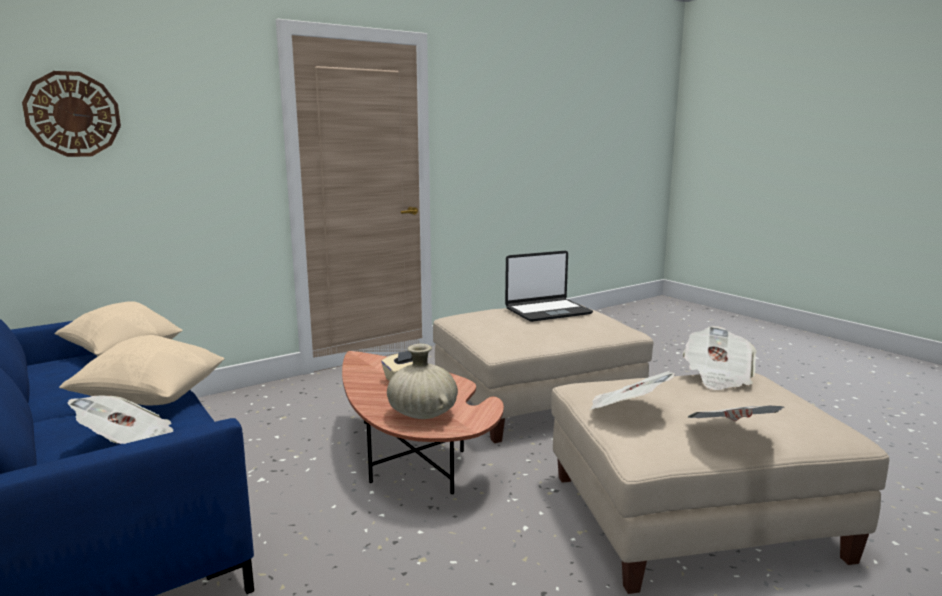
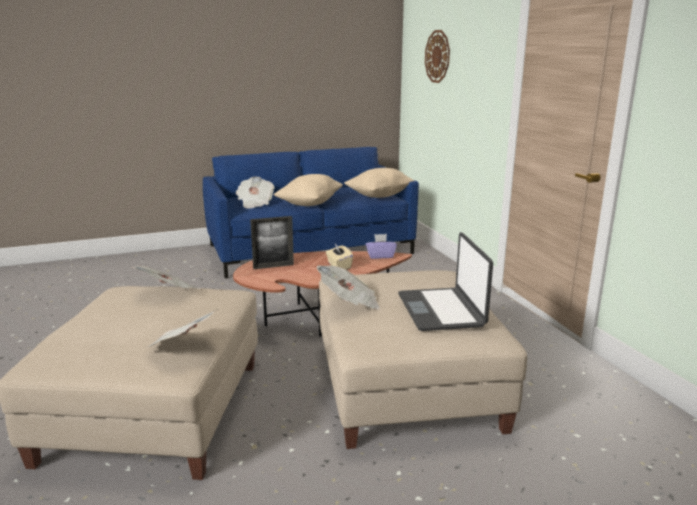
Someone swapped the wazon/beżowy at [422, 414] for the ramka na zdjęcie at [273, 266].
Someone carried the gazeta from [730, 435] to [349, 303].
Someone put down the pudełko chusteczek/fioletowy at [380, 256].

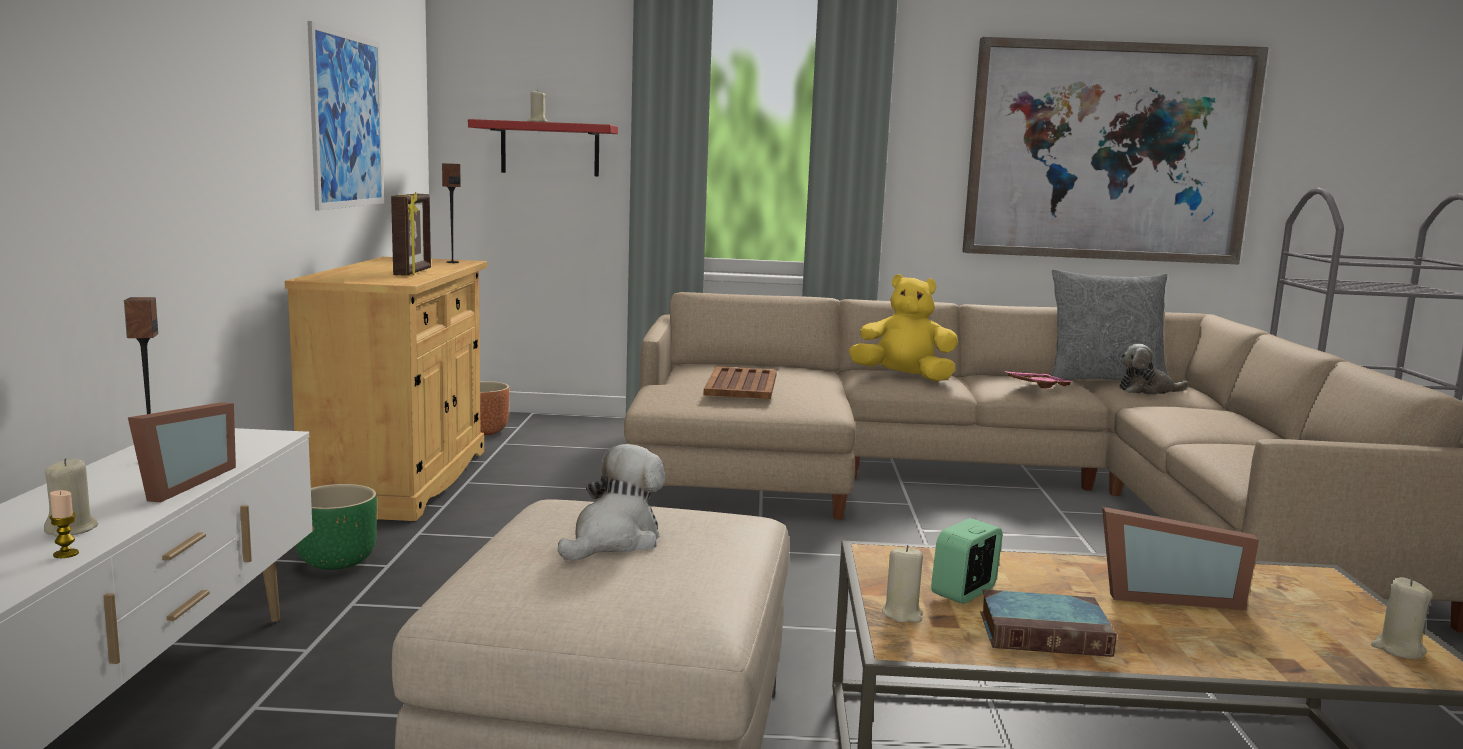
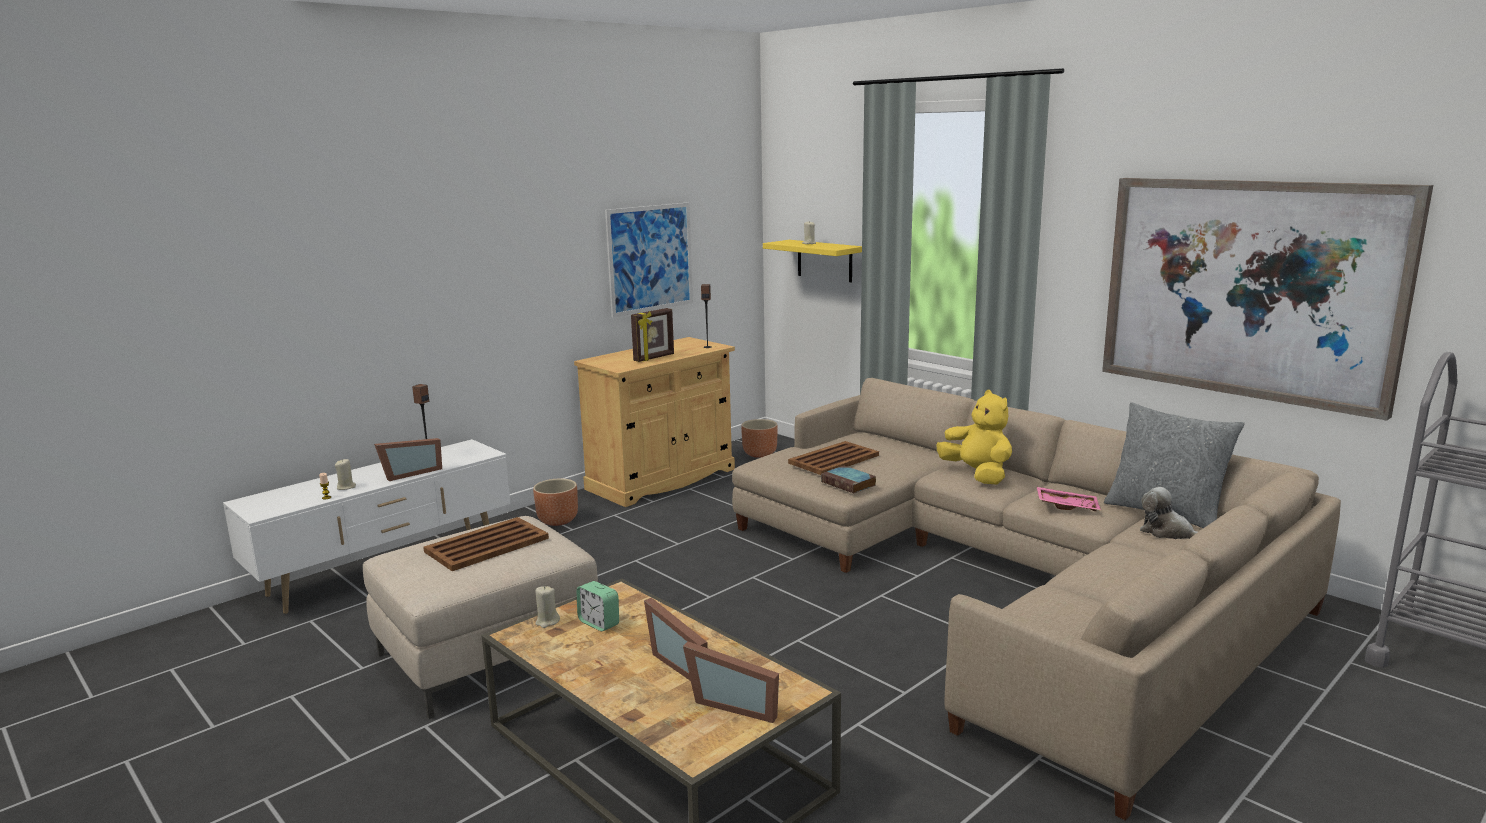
Someone repainted the donica/zielony at [337, 561], which became the donica/brązowy at [558, 520].
Someone repainted the półka/czerwony at [550, 149], which became the półka/żółty at [824, 260].
Someone swapped the pluszak at [614, 541] for the taca/brązowy at [486, 545].
Someone rotated the budzik at [964, 592] by 135 degrees counterclockwise.
Someone carried the książka from [1046, 633] to [849, 483].
Someone took away the świeca/beżowy at [1398, 649].
Someone put down the ramka na zdjęcie at [735, 704].

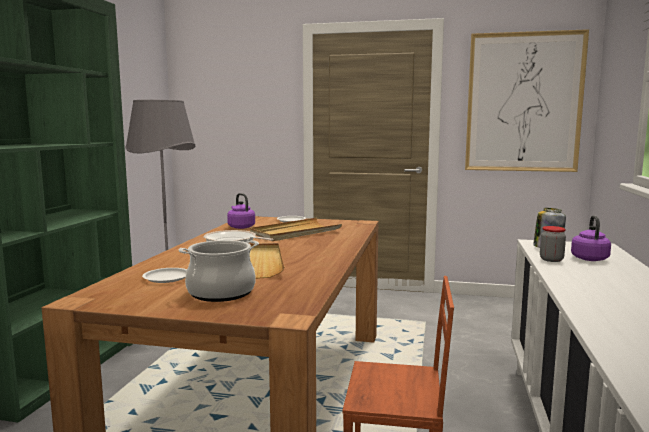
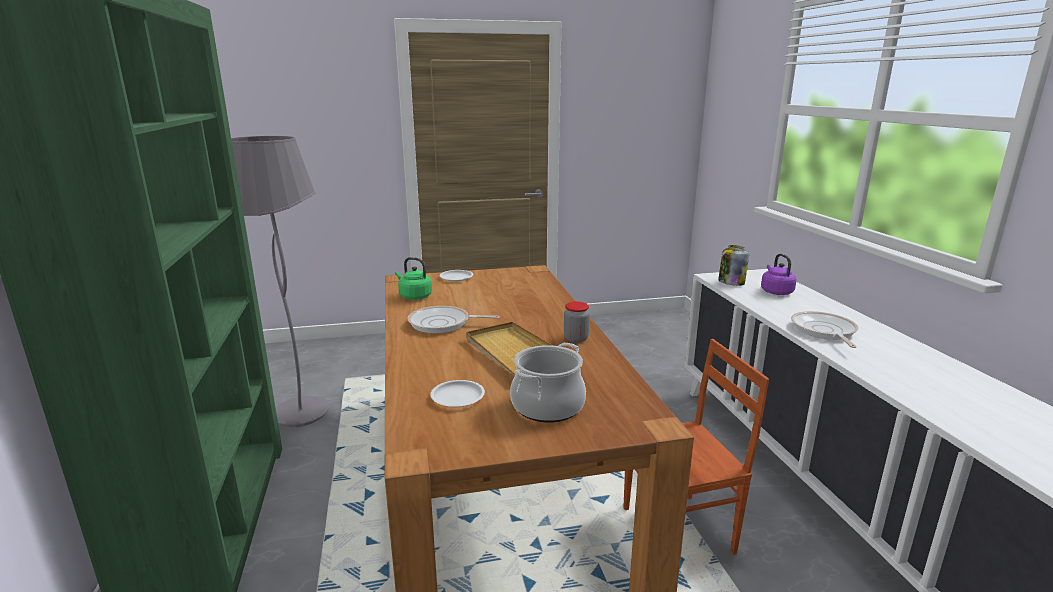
Someone repainted the czajnik/fioletowy at [240, 227], which became the czajnik/zielony at [414, 296].
Someone took away the taca/beżowy at [295, 233].
Someone took away the obraz at [523, 102].
Someone carried the słoik from [551, 259] to [576, 339].
Someone put down the patelnia at [824, 331].

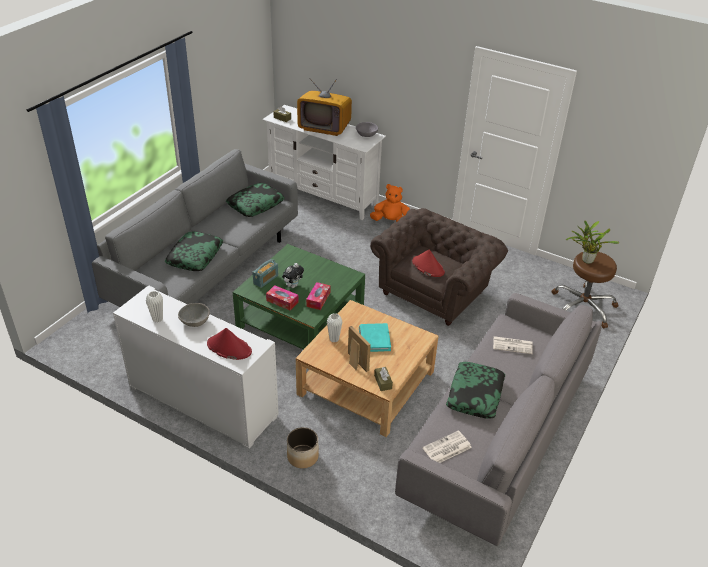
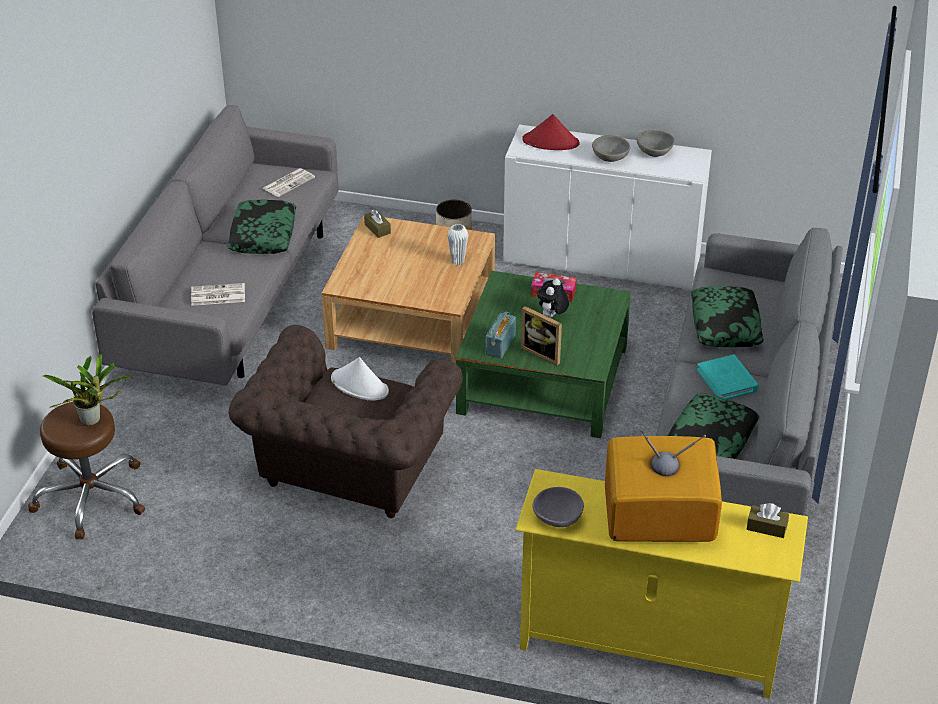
Someone swapped the wazon/biały at [157, 319] for the miska/szary at [654, 152].
Someone carried the radio from [266, 279] to [500, 345].
Someone repainted the szafka pod telewizor/biały at [323, 195], which became the szafka pod telewizor/żółty at [648, 646].
Someone took away the pudełko chusteczek at [318, 299].
Someone carried the ramka na zdjęcie from [355, 363] to [543, 352].
Someone carried the książka/turkusowy from [374, 339] to [727, 380].
Someone took away the pluszak/pomarańczowy at [390, 221].
Someone repainted the kapelusz/czerwony at [428, 267], which became the kapelusz/biały at [360, 385].

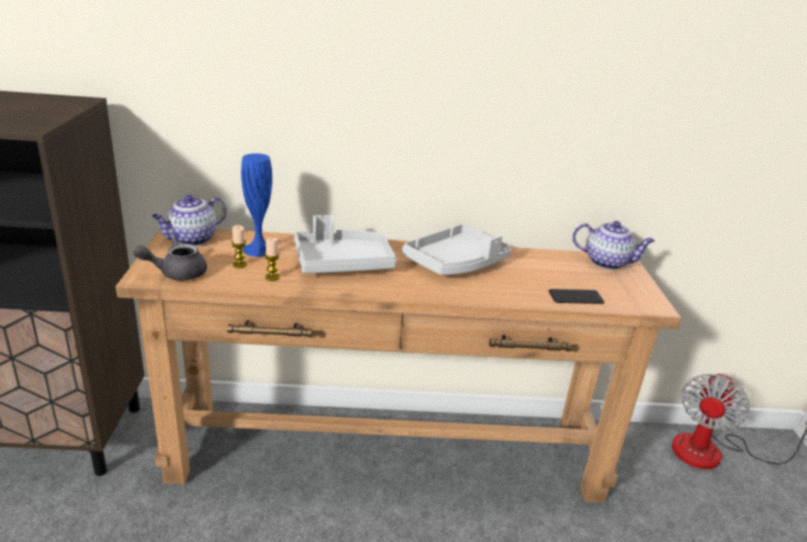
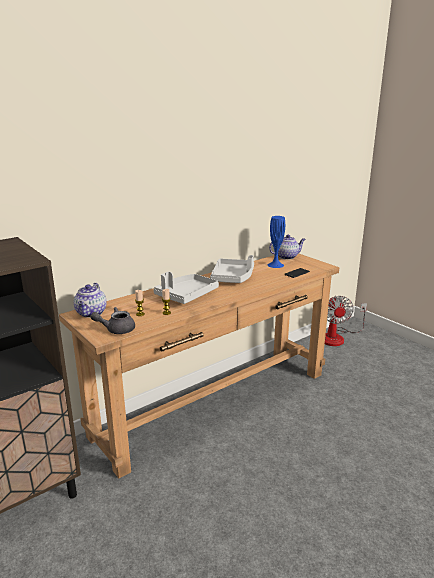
Someone rotated the imbryk/szary at [176, 273] by 45 degrees clockwise.
Someone carried the wazon/niebieski from [259, 249] to [275, 265].

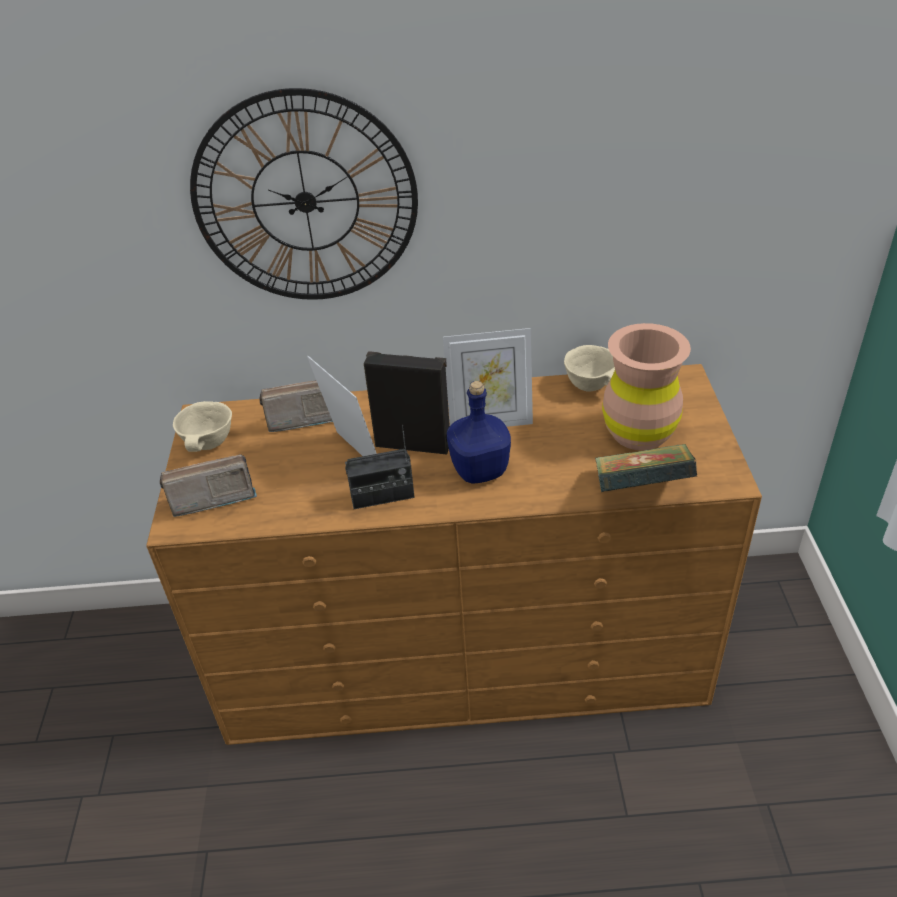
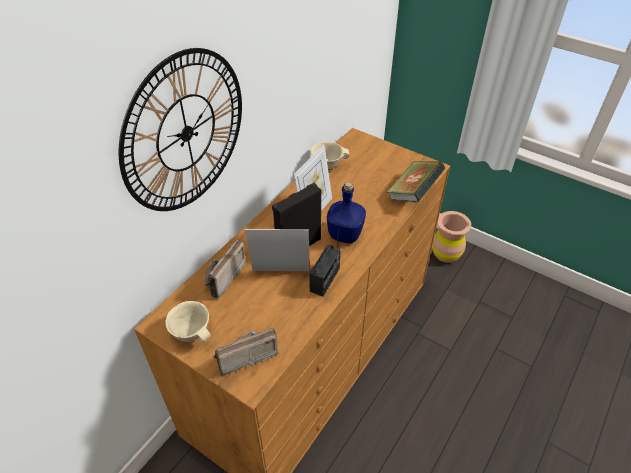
Someone rotated the radio at [210, 497] by 45 degrees clockwise.
Someone carried the wazon/brązowy from [639, 432] to [446, 254].

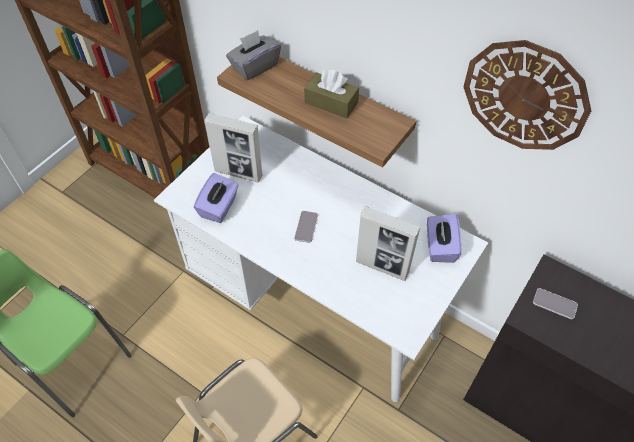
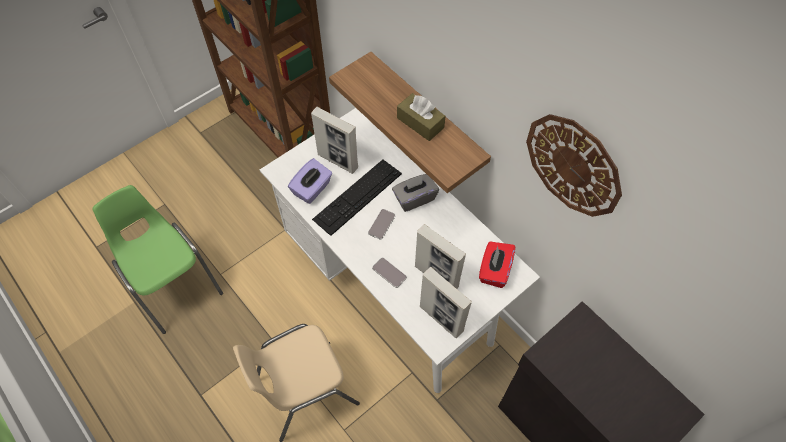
Someone carried the pudełko chusteczek/szary from [255, 67] to [414, 198].
Someone repainted the pudełko chusteczek/fioletowy at [440, 247], which became the pudełko chusteczek/czerwony at [494, 270].
Someone carried the telefon from [554, 304] to [389, 273].
Someone put down the klawiatura at [357, 196].
Someone put down the ramka na zdjęcie at [441, 319].

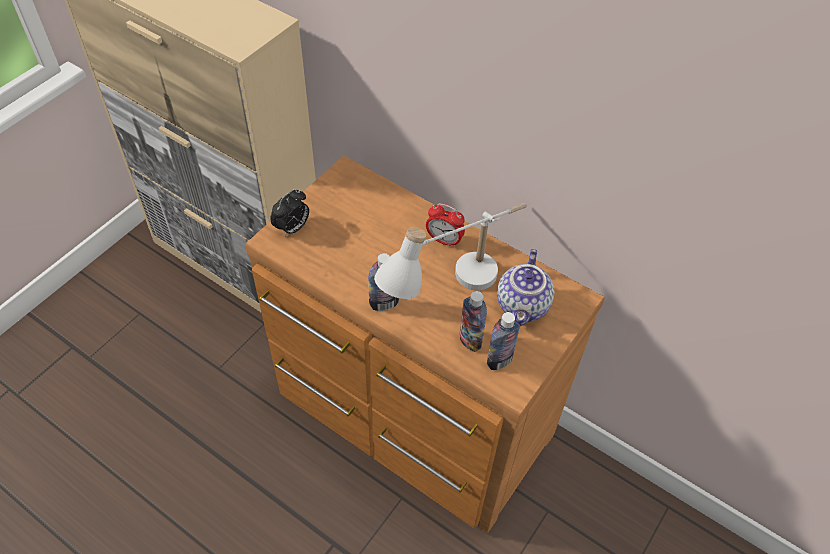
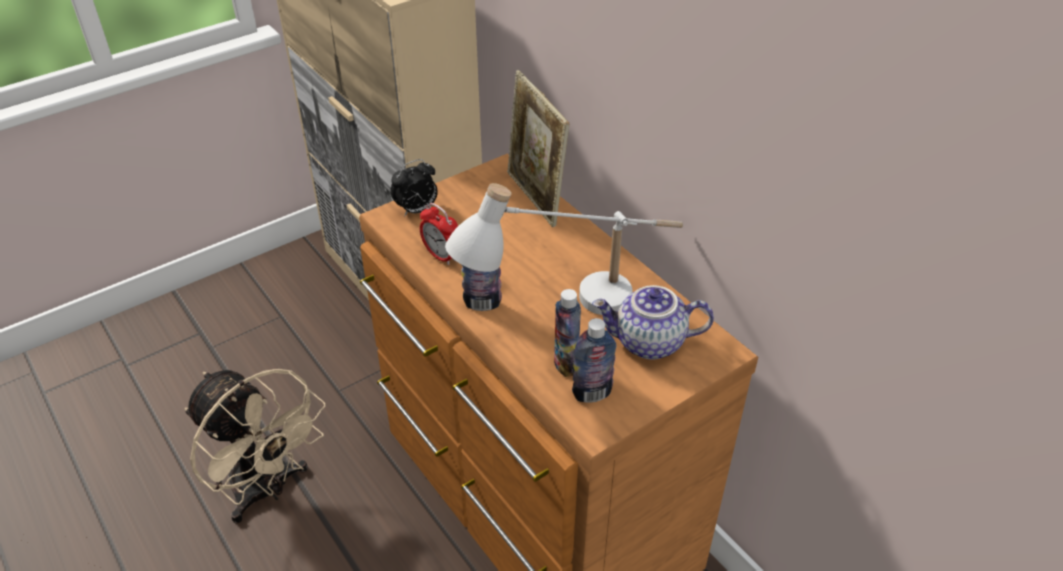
Someone carried the budzik from [444, 240] to [441, 256].
Someone rotated the imbryk at [524, 306] by 60 degrees clockwise.
Someone put down the wentylator/beżowy at [267, 490].
Someone put down the ramka na zdjęcie at [535, 198].

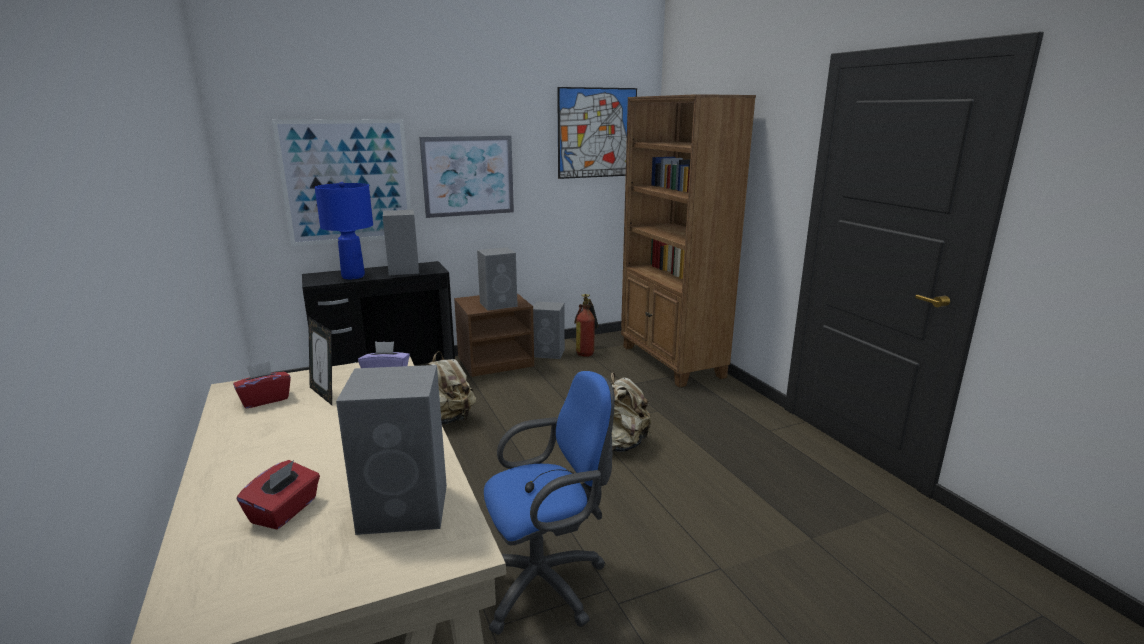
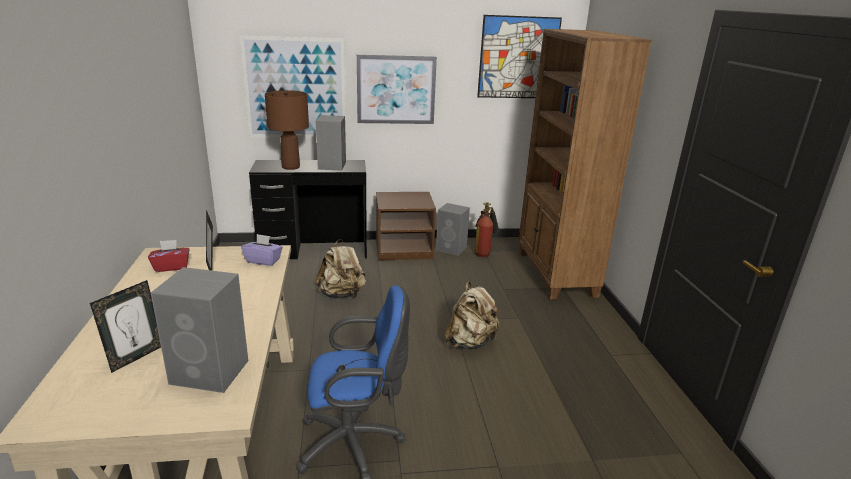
Someone swapped the pudełko chusteczek/czerwony at [285, 511] for the ramka na zdjęcie at [136, 357].
Someone repainted the lampa stołowa/niebieski at [353, 276], which became the lampa stołowa/brązowy at [290, 167].
Someone took away the głośnik/szary at [499, 304].

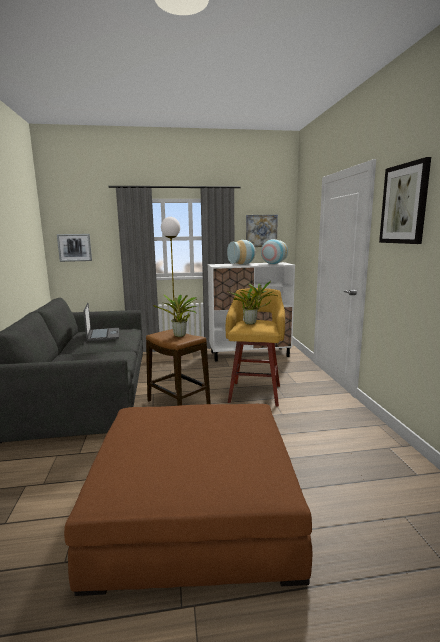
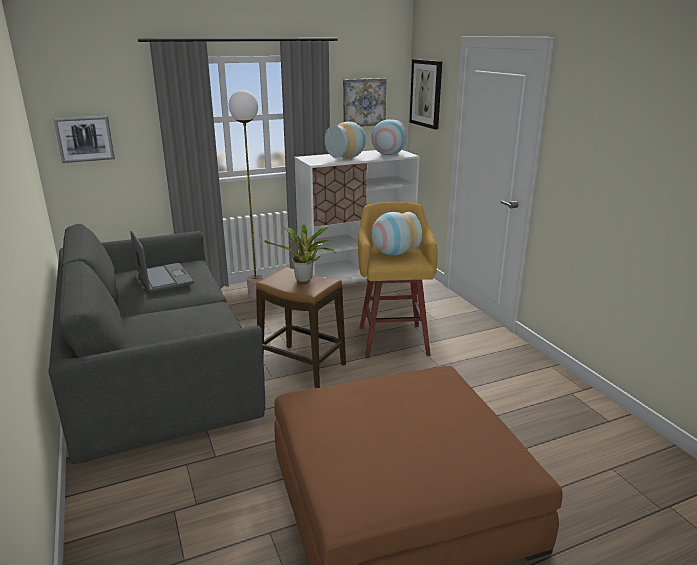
Someone swapped the roślina doniczkowa at [252, 323] for the wazon at [393, 253].
Someone carried the obraz from [404, 204] to [426, 93].

